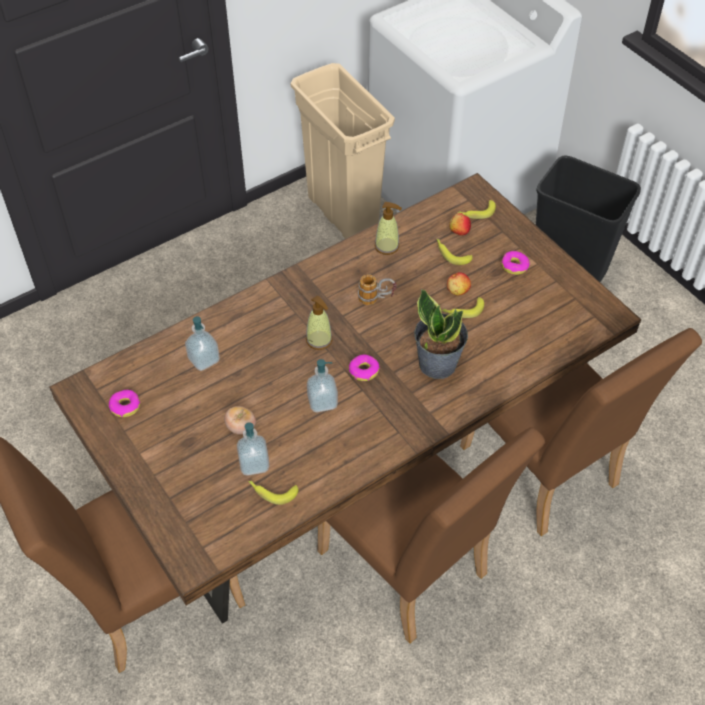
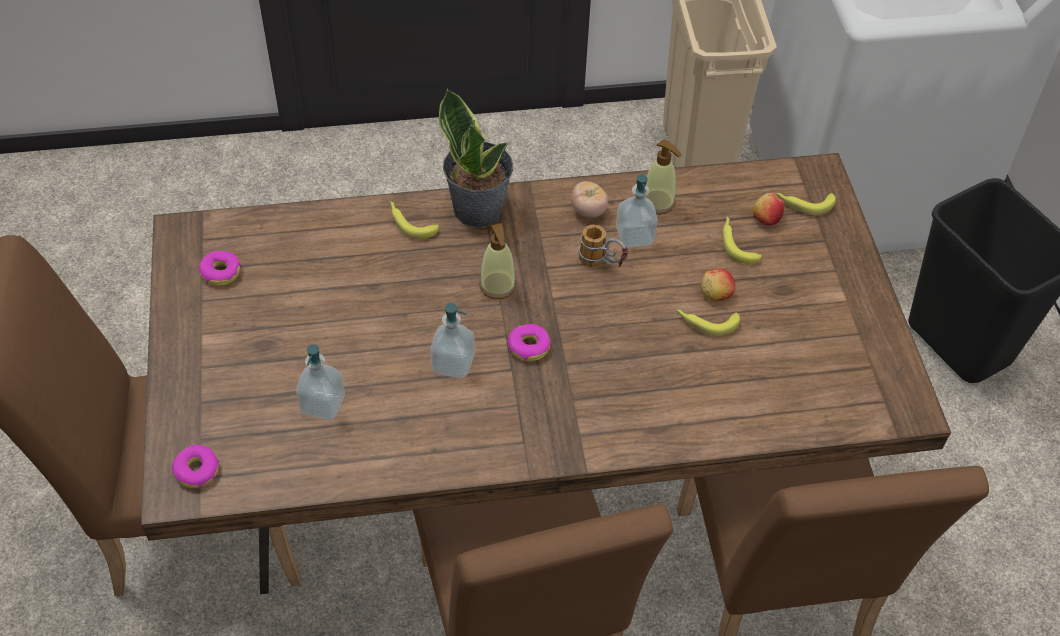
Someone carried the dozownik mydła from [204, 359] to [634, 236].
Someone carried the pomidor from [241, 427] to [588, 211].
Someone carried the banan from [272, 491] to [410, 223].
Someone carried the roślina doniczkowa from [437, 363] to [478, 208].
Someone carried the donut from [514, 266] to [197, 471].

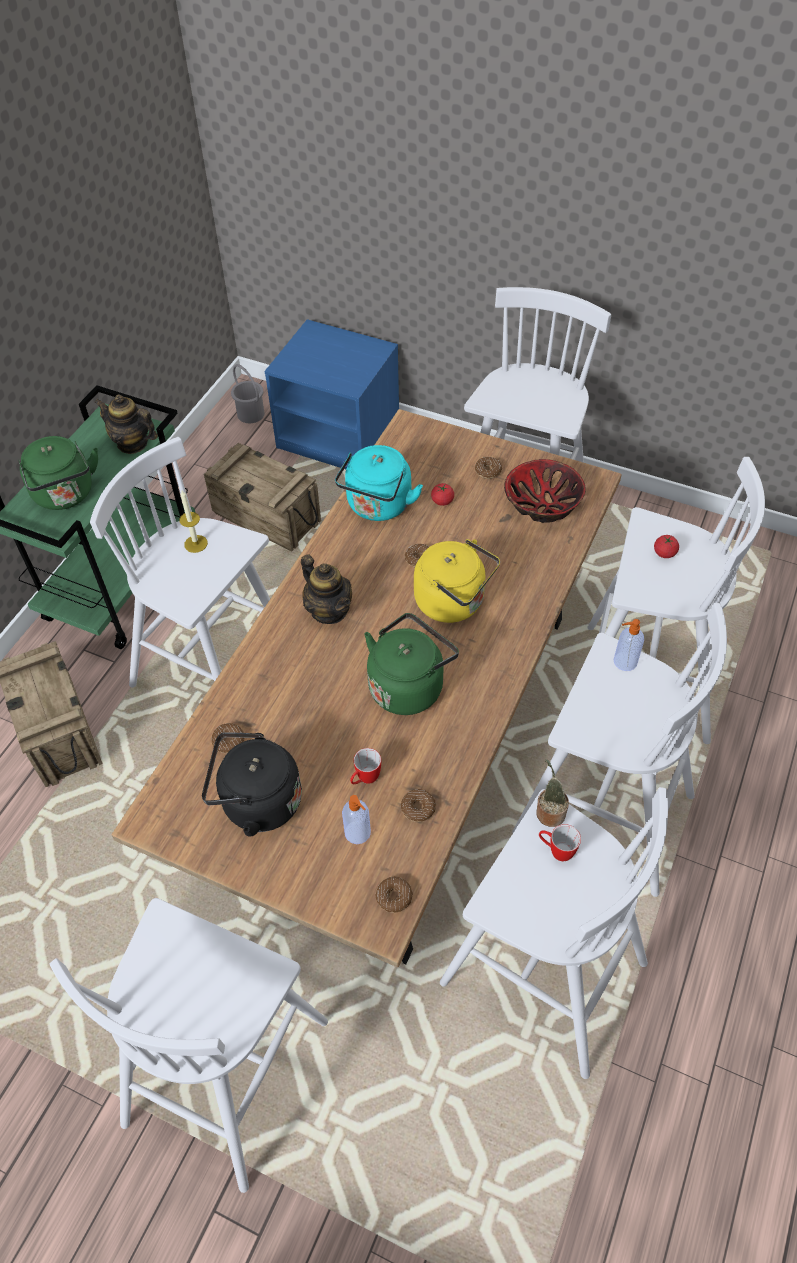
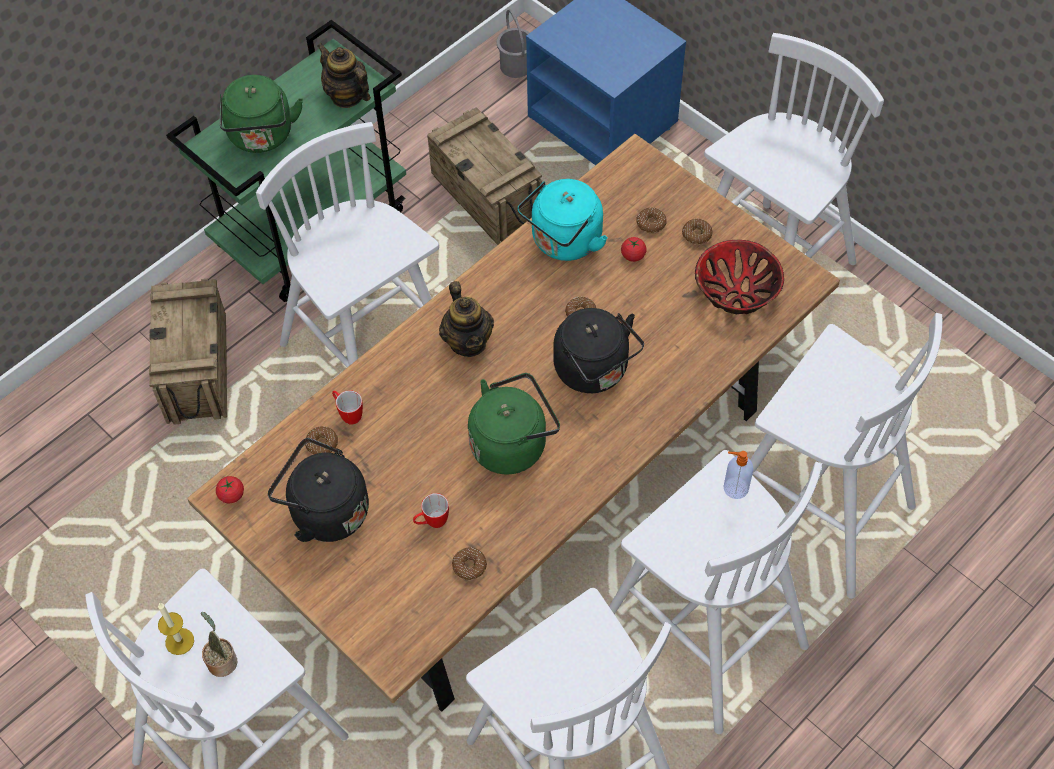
Someone carried the świeca from [196, 544] to [179, 641].
Someone took away the dozownik mydła at [358, 833].
Someone carried the donut from [394, 897] to [651, 223].
Someone repainted the czajnik/żółty at [454, 602], which became the czajnik/czarny at [595, 371].
Someone carried the roślina doniczkowa from [549, 811] to [222, 660].
Someone carried the kubek from [556, 850] to [348, 414].
Someone carried the pomidor from [664, 553] to [231, 495].

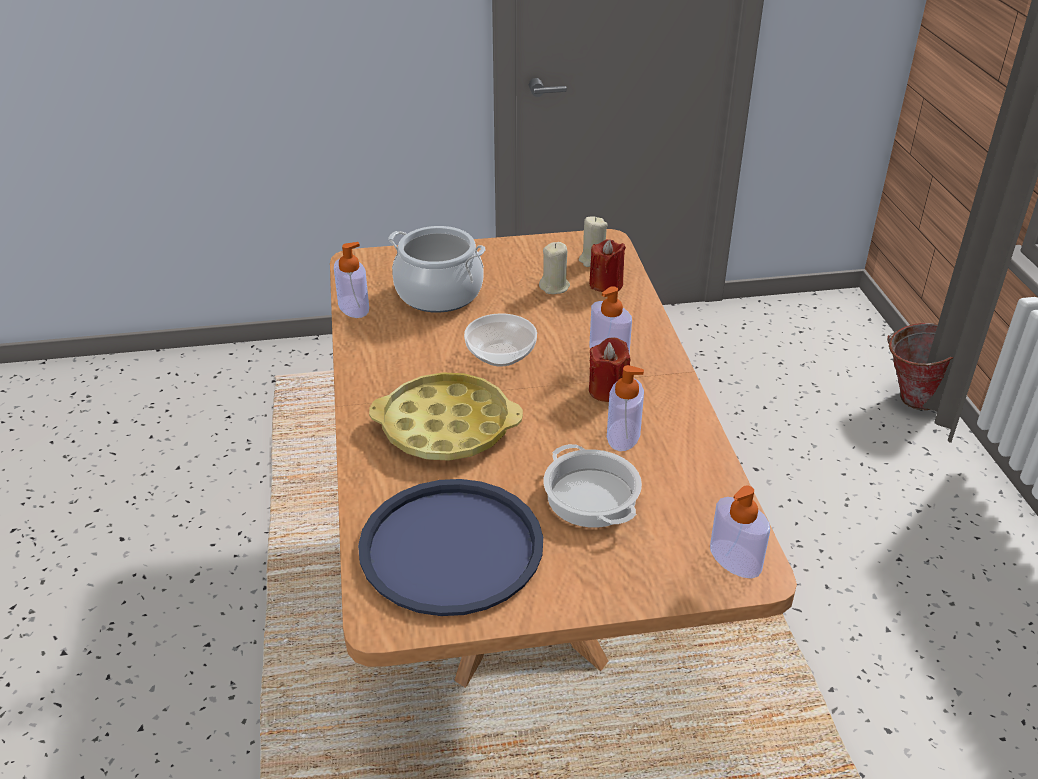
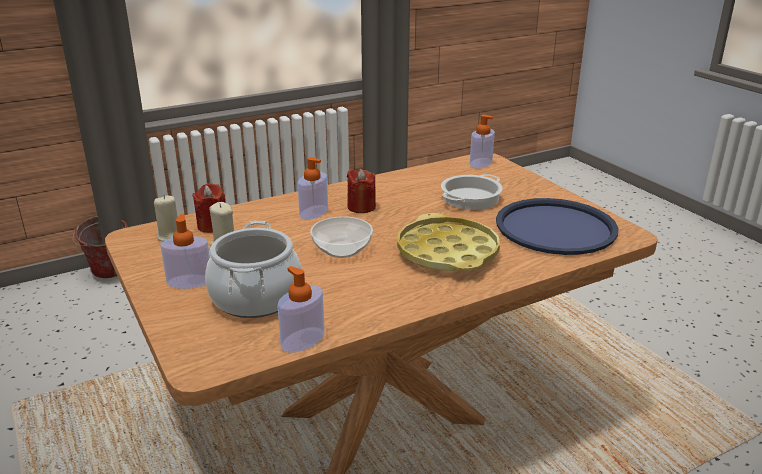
Someone carried the dozownik mydła from [623, 435] to [189, 282].

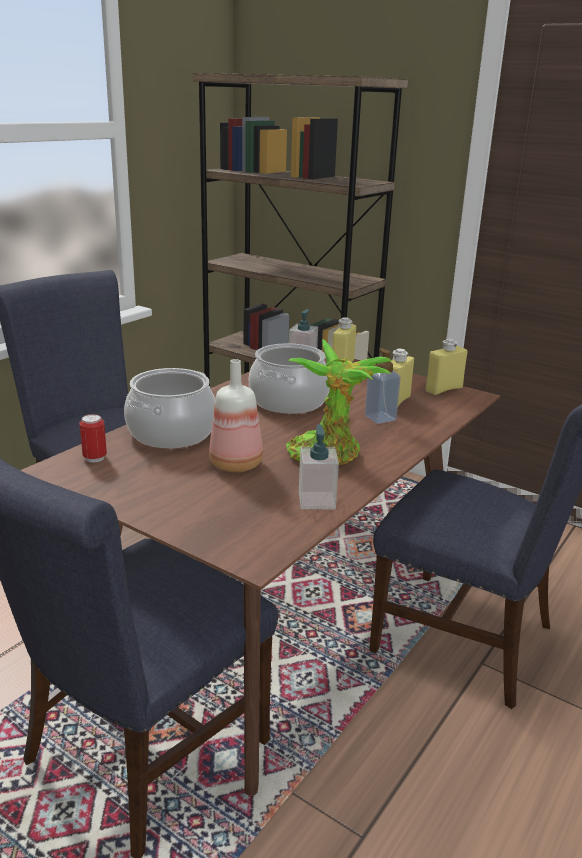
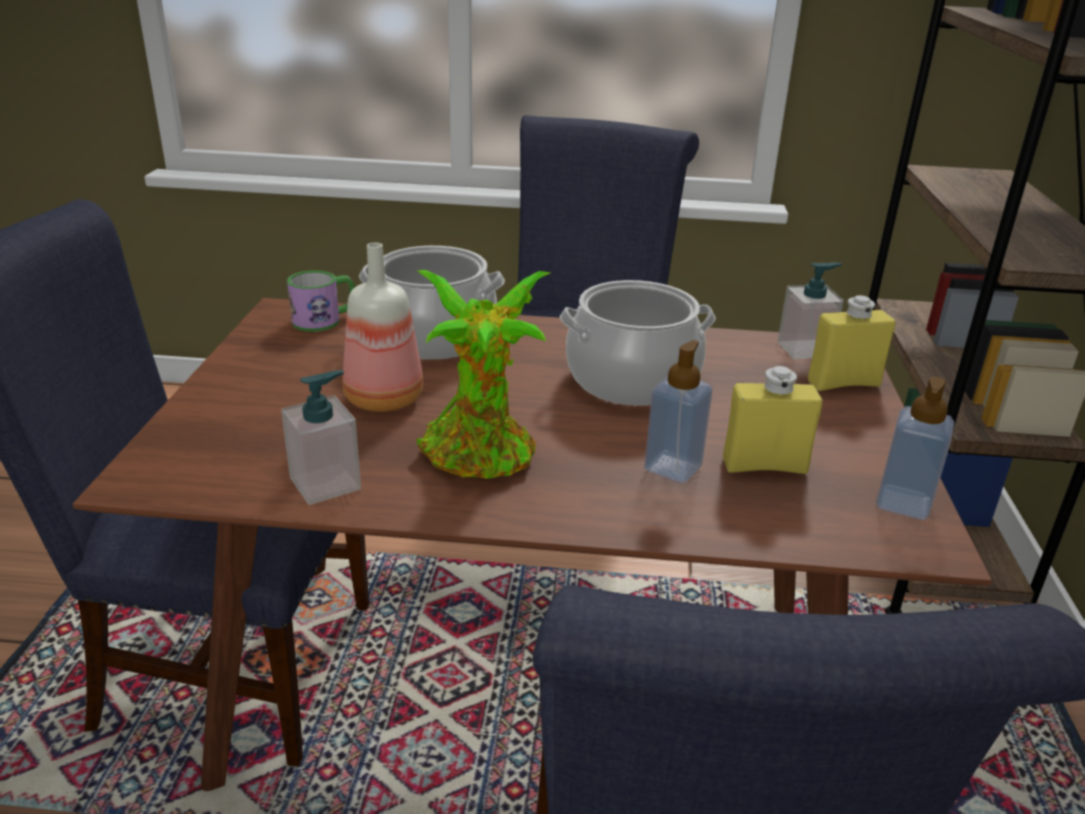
Someone swapped the puszka at [95, 458] for the kubek at [325, 320].
Someone swapped the butelka/żółty at [444, 389] for the dozownik mydła at [903, 503].

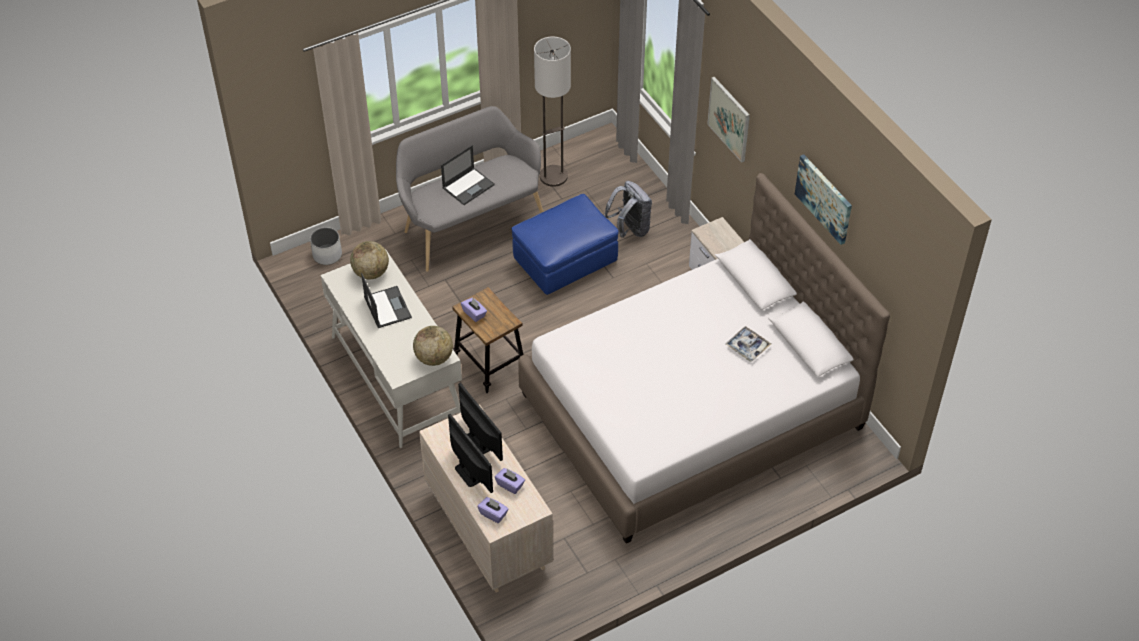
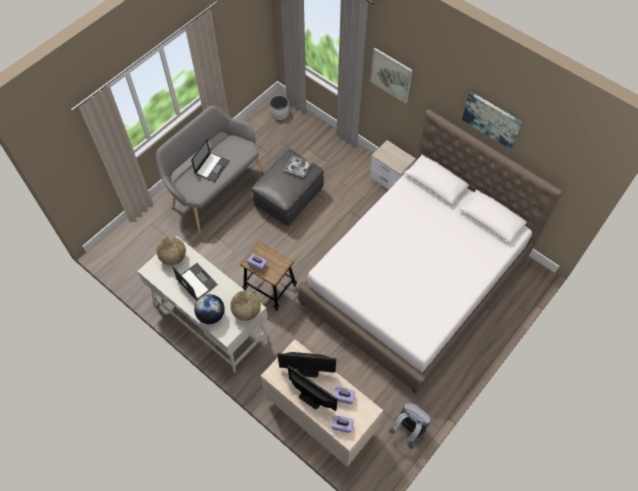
Someone carried the donica/biały from [327, 255] to [279, 113].
Someone rotated the monitor at [479, 442] by 150 degrees clockwise.
Someone repainted the pufa/niebieski at [565, 262], which became the pufa/szary at [289, 197].
Someone took away the lampa stojąca at [553, 176].
Someone carried the plecak/szary from [630, 229] to [408, 430].
Someone carried the taca from [747, 347] to [297, 167].
Someone put down the globus at [211, 315].

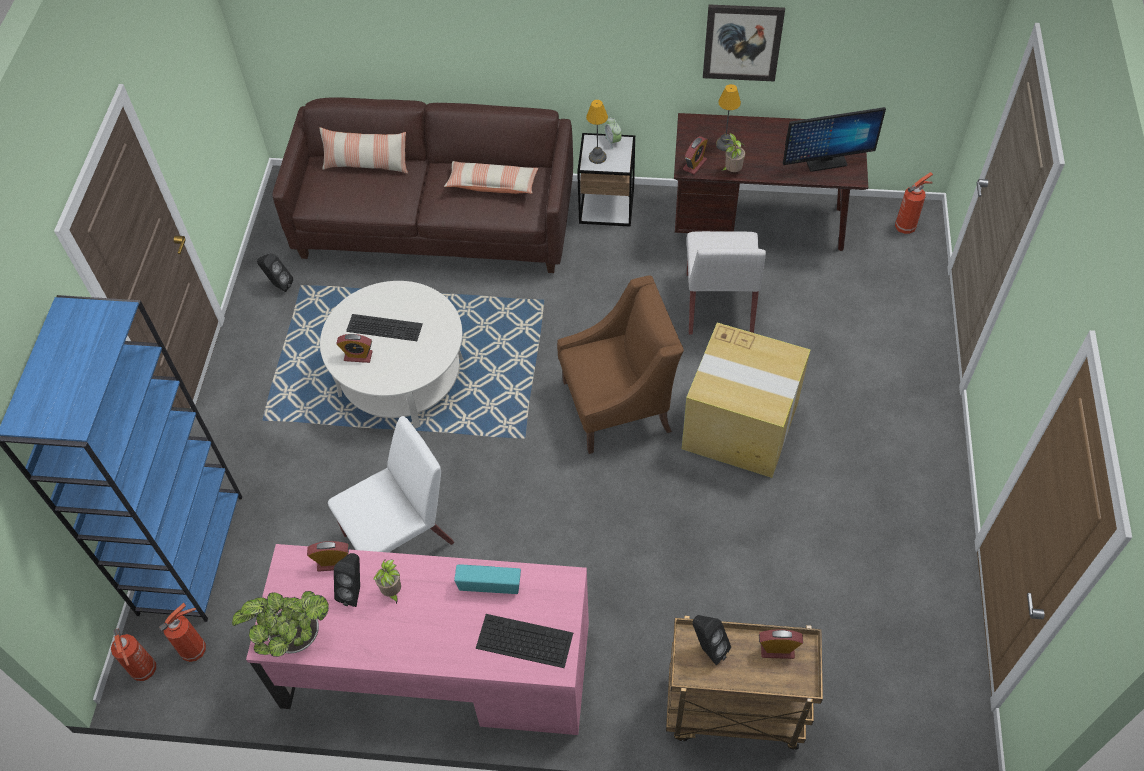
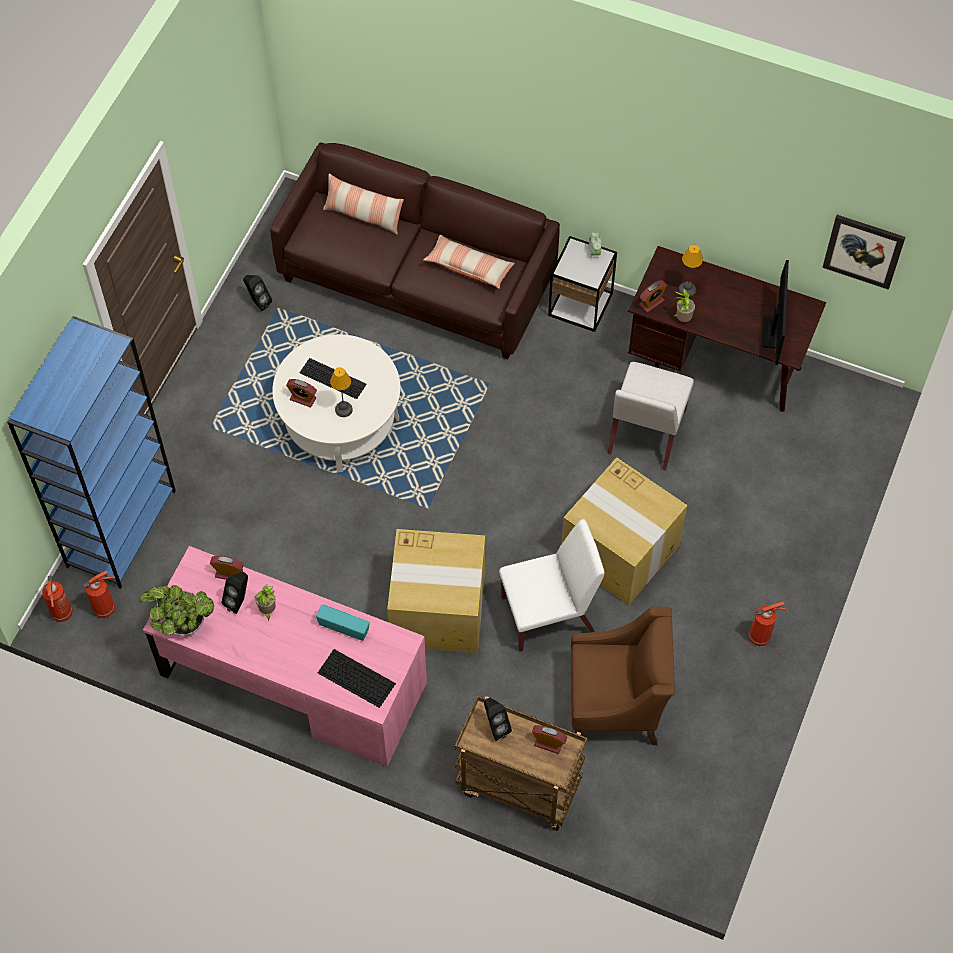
Someone carried the krzesło/biały from [400, 538] to [549, 613].
Someone carried the fotel/brązowy from [618, 405] to [616, 703].
Someone carried the lampa stołowa from [598, 157] to [344, 409].
Someone carried the obraz from [742, 42] to [863, 251].
Someone rotated the monitor at [825, 161] by 90 degrees counterclockwise.
Someone carried the gaśnica from [906, 227] to [760, 636].
Someone put down the karton at [439, 610].

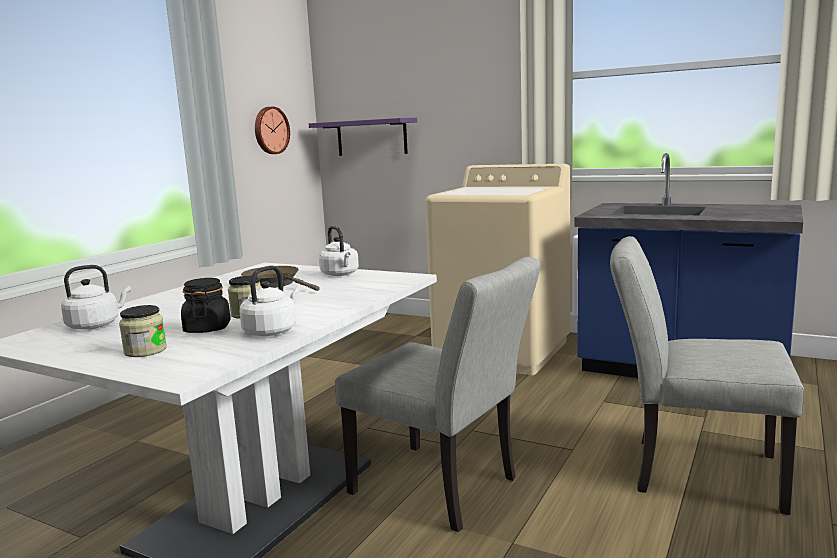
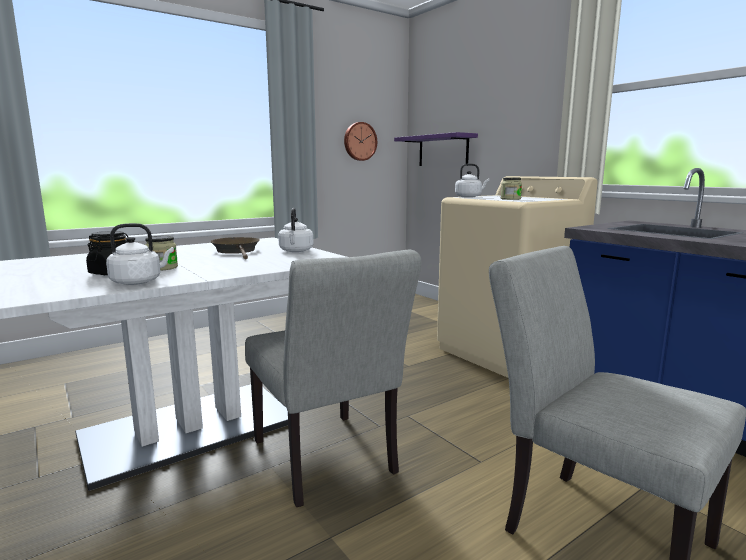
Someone carried the czajnik/biały from [96, 325] to [469, 197].
Someone carried the słoik from [145, 351] to [510, 199].

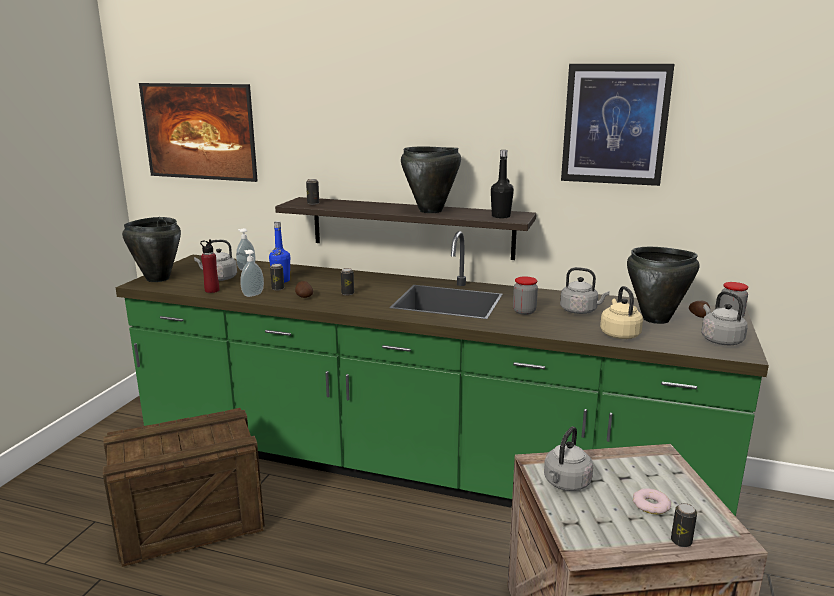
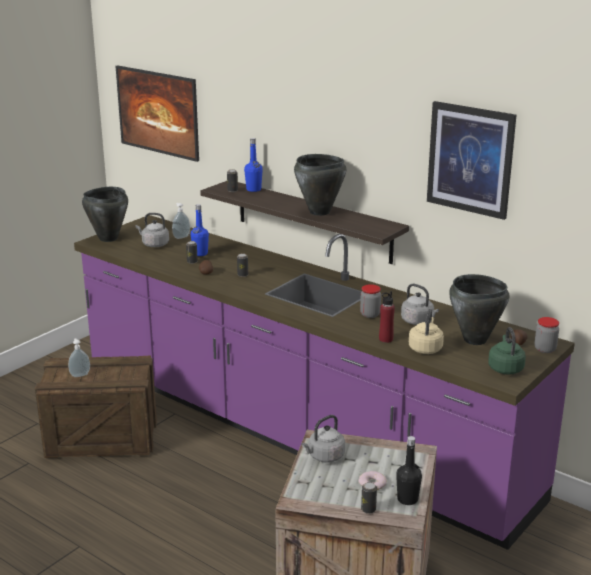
Someone repainted the zabudowa kuchenna/zielony at [417, 467], which became the zabudowa kuchenna/fioletowy at [295, 431].
Someone carried the butelka/czerwony from [212, 290] to [385, 339].
Someone carried the dozownik mydła from [252, 294] to [80, 375].
Someone carried the butelka/czarny from [501, 216] to [407, 499].
Someone repainted the czajnik/szary at [720, 340], which became the czajnik/zielony at [505, 368].
Someone put down the butelka/niebieski at [253, 189].

